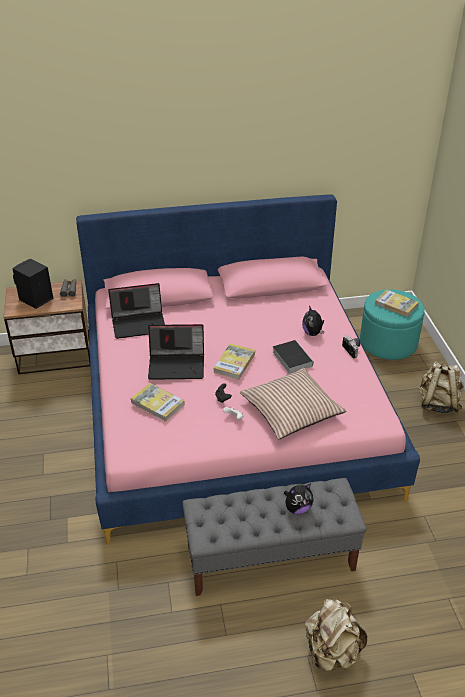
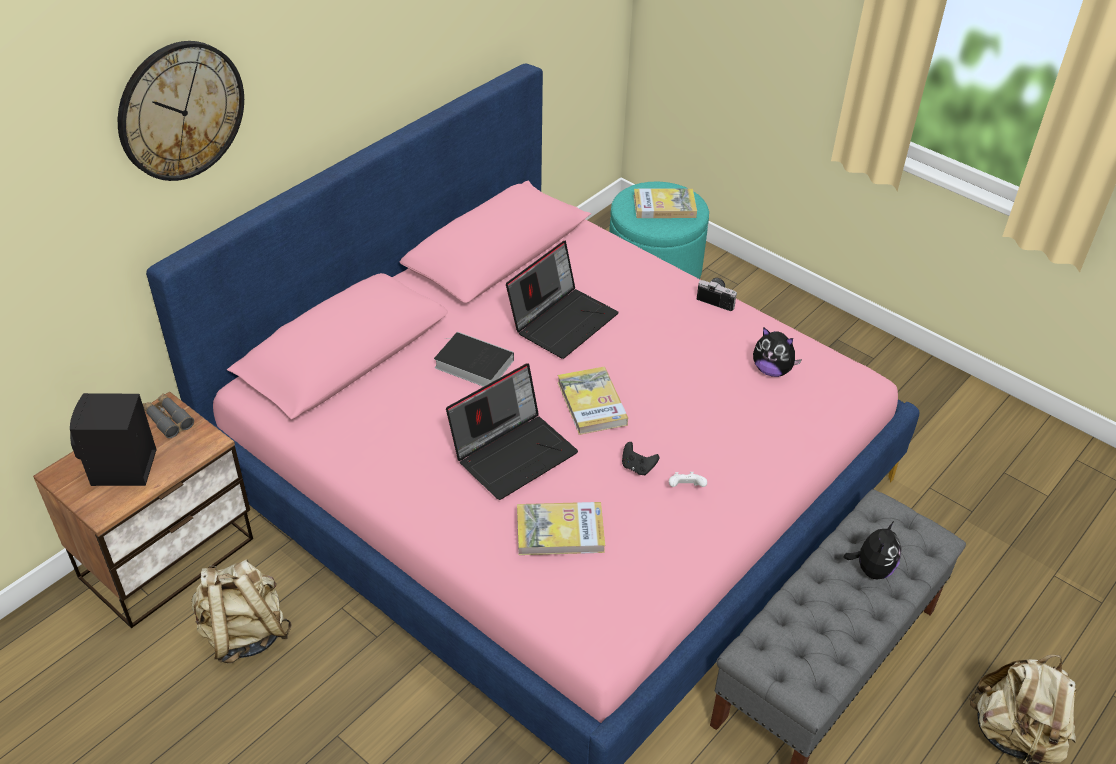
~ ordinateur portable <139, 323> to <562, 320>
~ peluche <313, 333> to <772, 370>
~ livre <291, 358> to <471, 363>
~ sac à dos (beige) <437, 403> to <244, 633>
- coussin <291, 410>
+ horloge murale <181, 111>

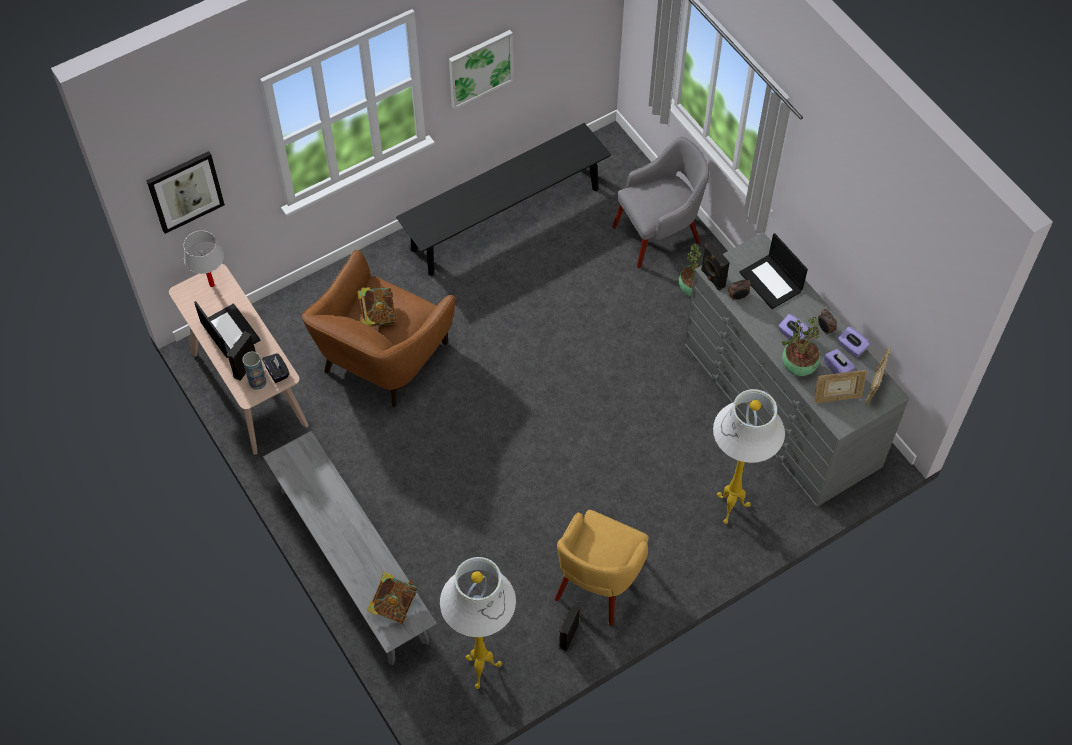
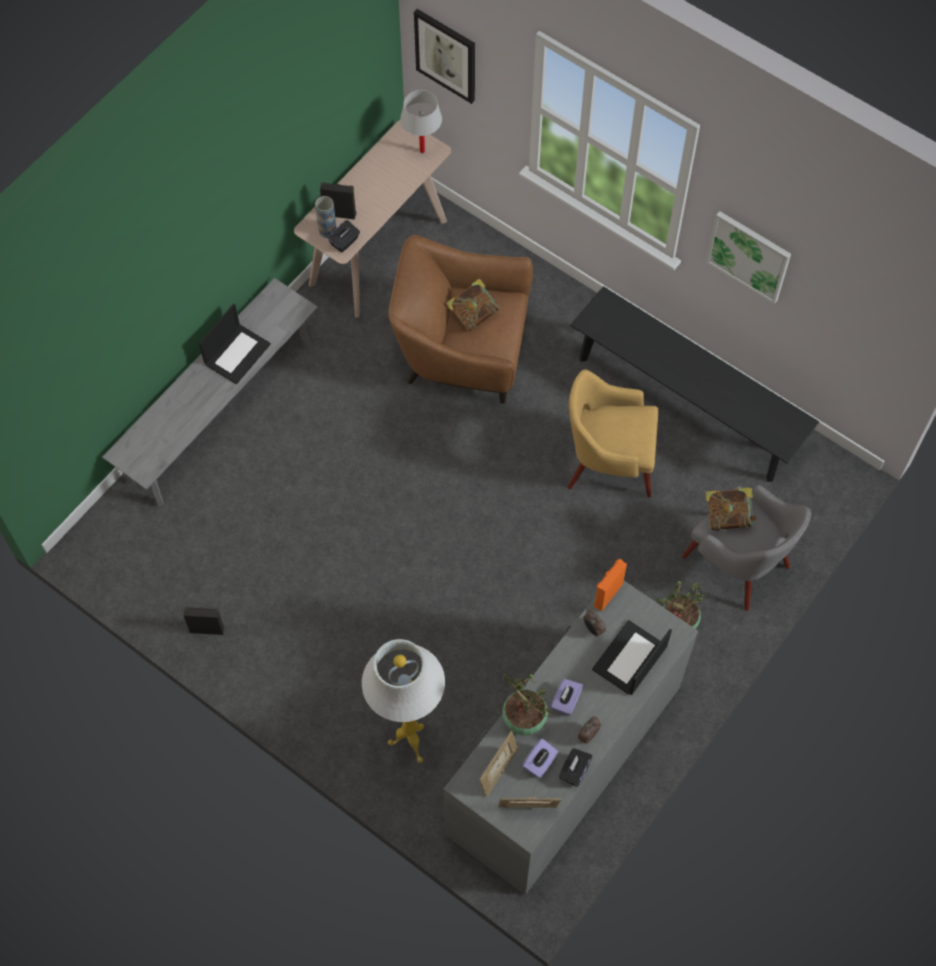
~ enceinte (noir) <712, 278> to enceinte (orange) <607, 594>
~ ordinateur portable <229, 331> to <237, 353>
~ boîte à mouchoirs (violet) <851, 347> to boîte à mouchoirs (noir) <574, 771>
~ cadre photo <836, 398> = <498, 772> 120 degrees counterclockwise
~ fauteuil (jaune) <598, 582> to <608, 463>
- lampadaire (blanc) <482, 668>
~ livre <393, 605> to <728, 516>

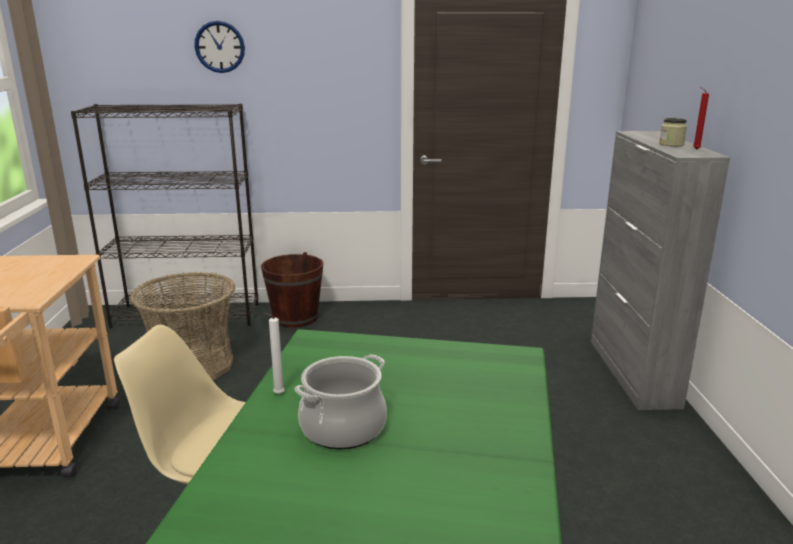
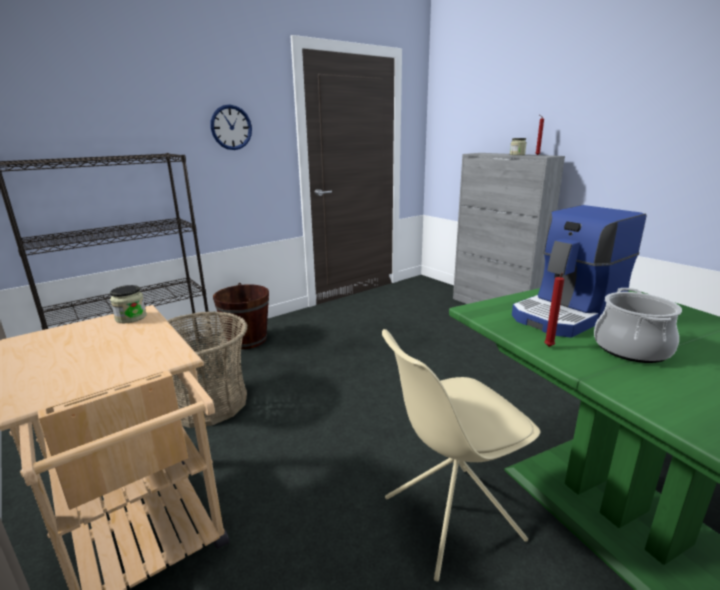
~ horloge murale <219, 47> to <231, 127>
~ bougie (blanc) <277, 394> to bougie (rouge) <548, 347>
+ machine à café <569, 314>
+ bocal <131, 317>

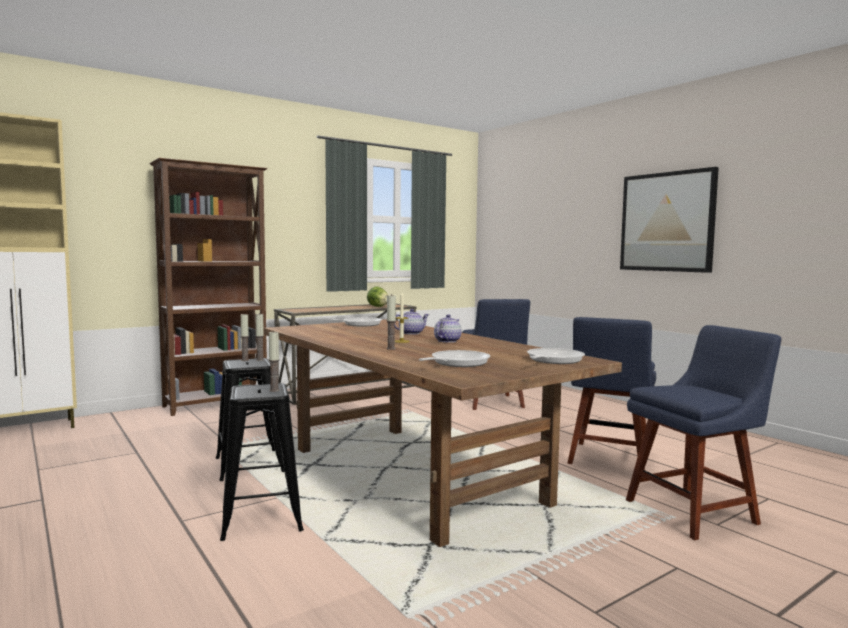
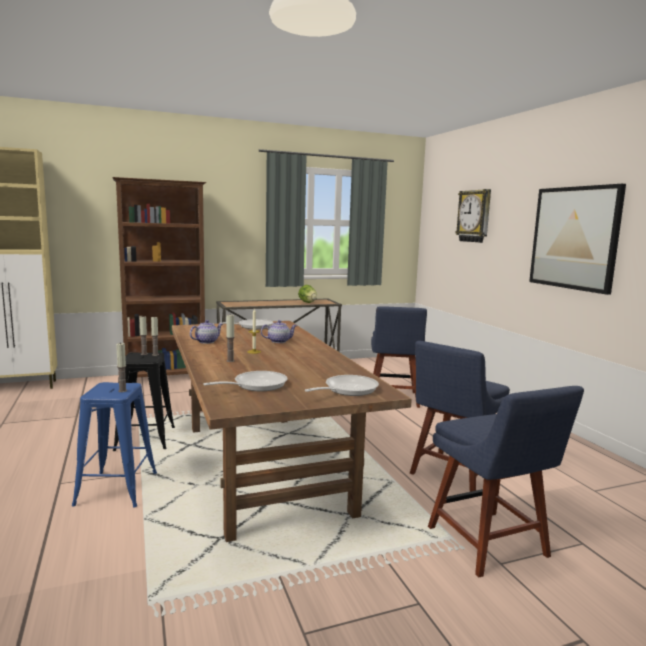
~ théière <447, 341> to <206, 341>
~ chaise (bleu) <695, 511> = <490, 545> 75 degrees clockwise
~ tabouret (noir) <261, 517> to tabouret (bleu) <117, 489>
+ horloge murale <474, 216>

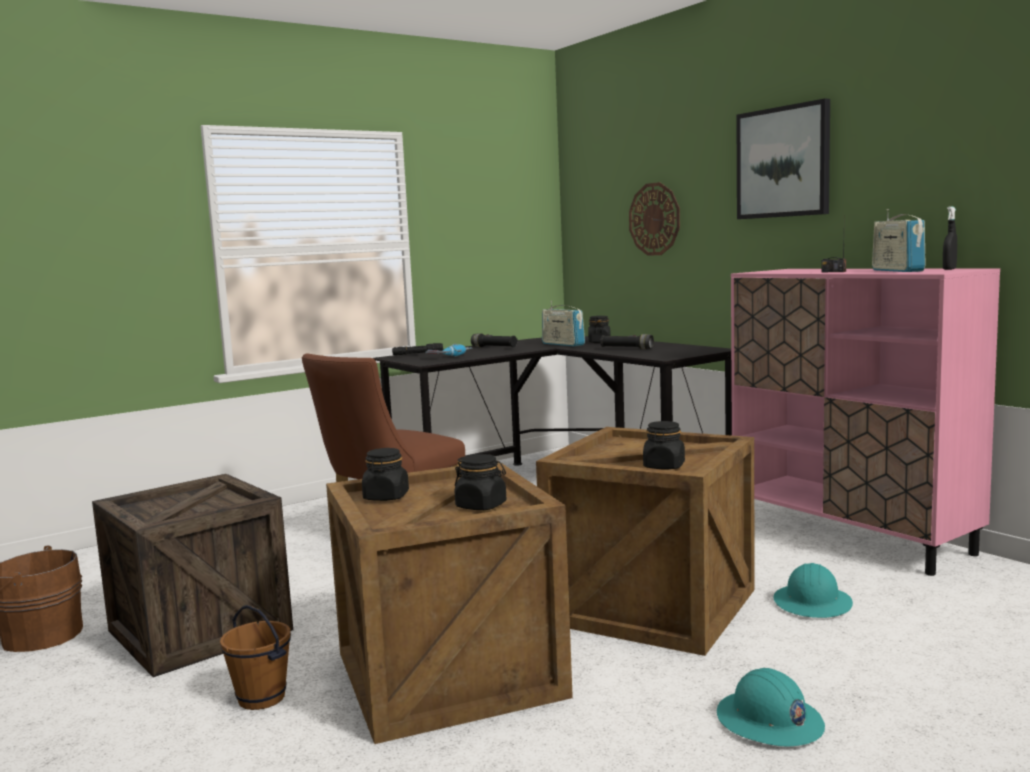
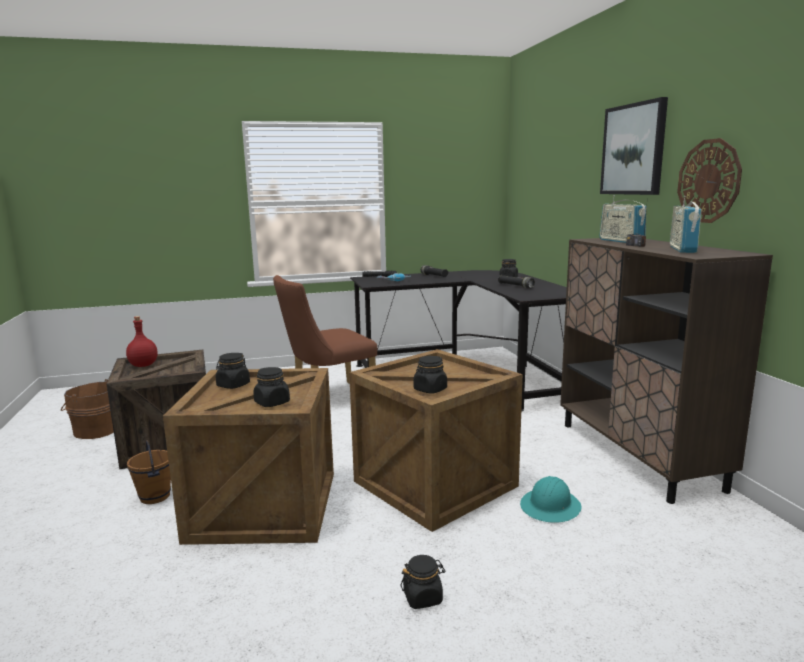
~ horloge murale <654, 219> to <709, 181>
- vaporisateur (noir) <949, 269>
~ meuble de rangement (rose) <851, 536> to meuble de rangement (marron) <637, 455>
~ radio <563, 344> to <621, 241>
~ casque de chantier (turquoise) <769, 722> to bocal (noir) <423, 597>
+ bouteille (rouge) <143, 365>

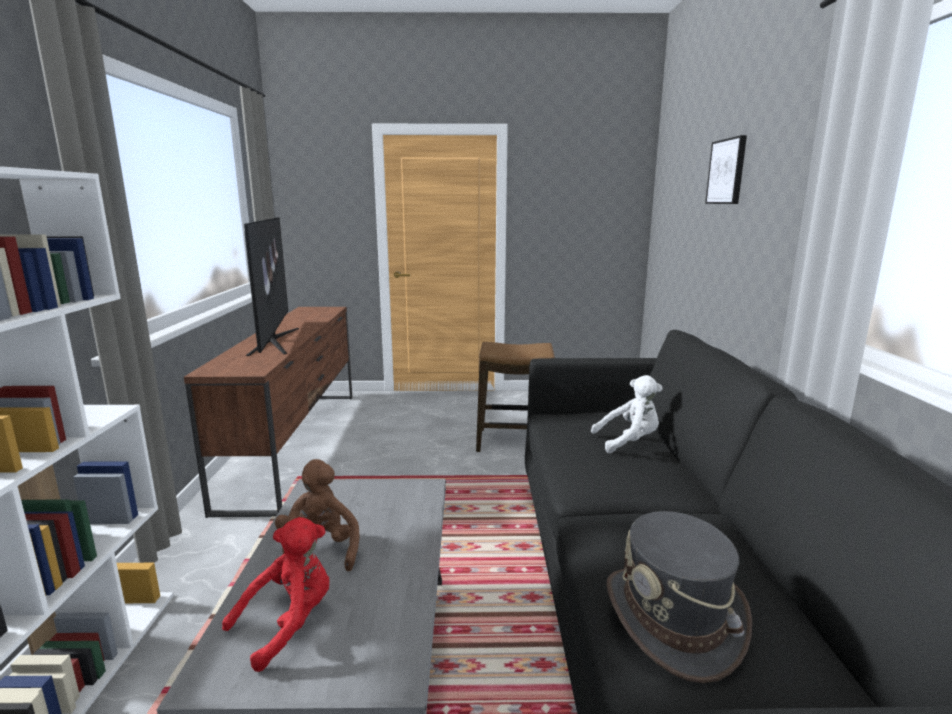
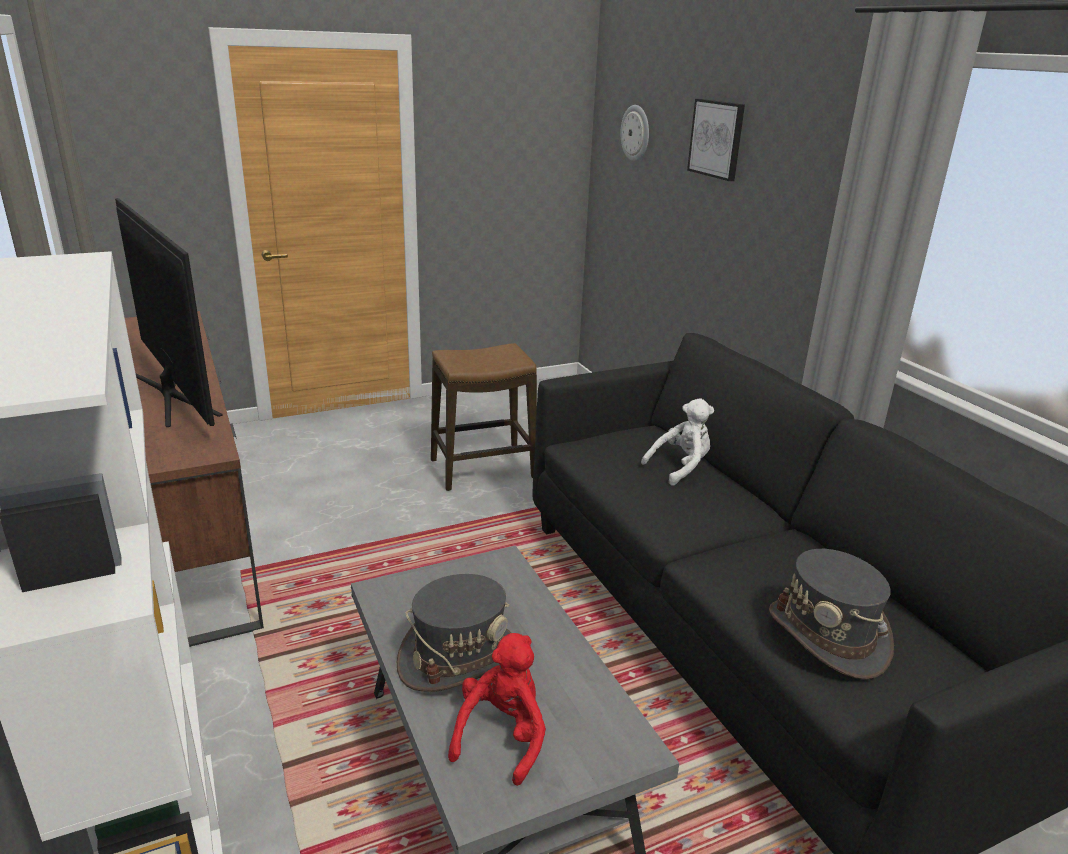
~ peluche (marron) <319, 550> to chapeau (gris) <459, 658>
+ horloge murale <636, 133>

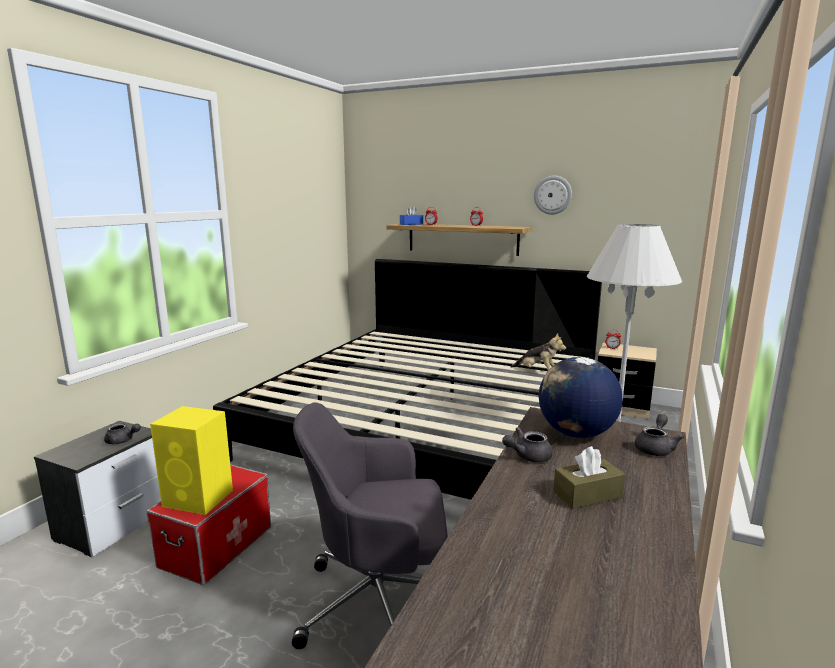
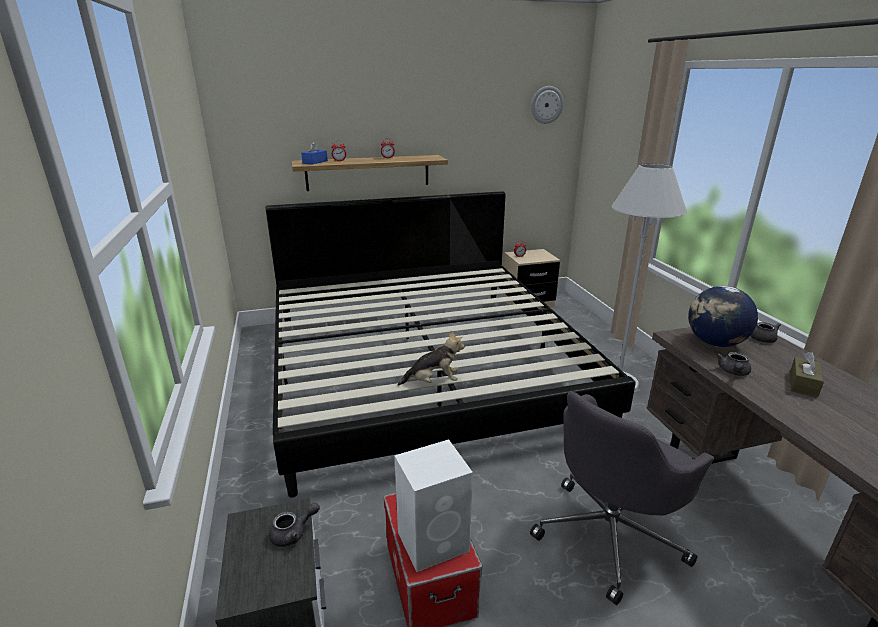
~ horloge murale <552, 195> to <546, 105>
~ peluche <537, 371> to <433, 382>
~ enceinte (jaune) <199, 498> to enceinte (blanc) <435, 541>

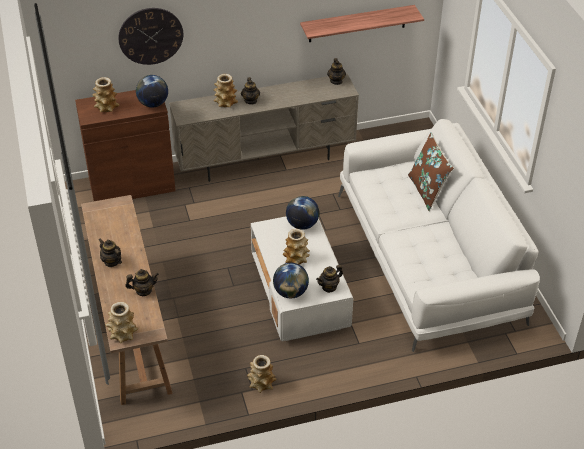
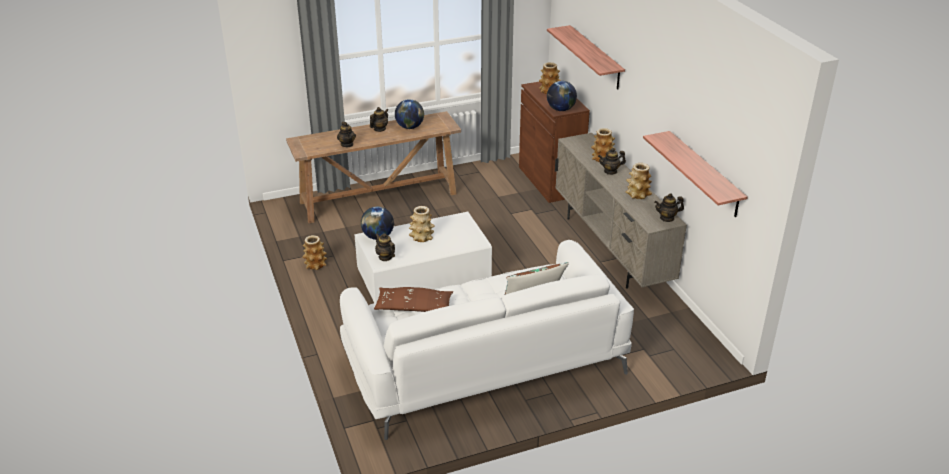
~ horloge murale <151, 36> to étagère <595, 57>
~ globe <302, 224> to <410, 127>
~ vase <123, 334> to <637, 194>
+ coussin (marron) <414, 307>

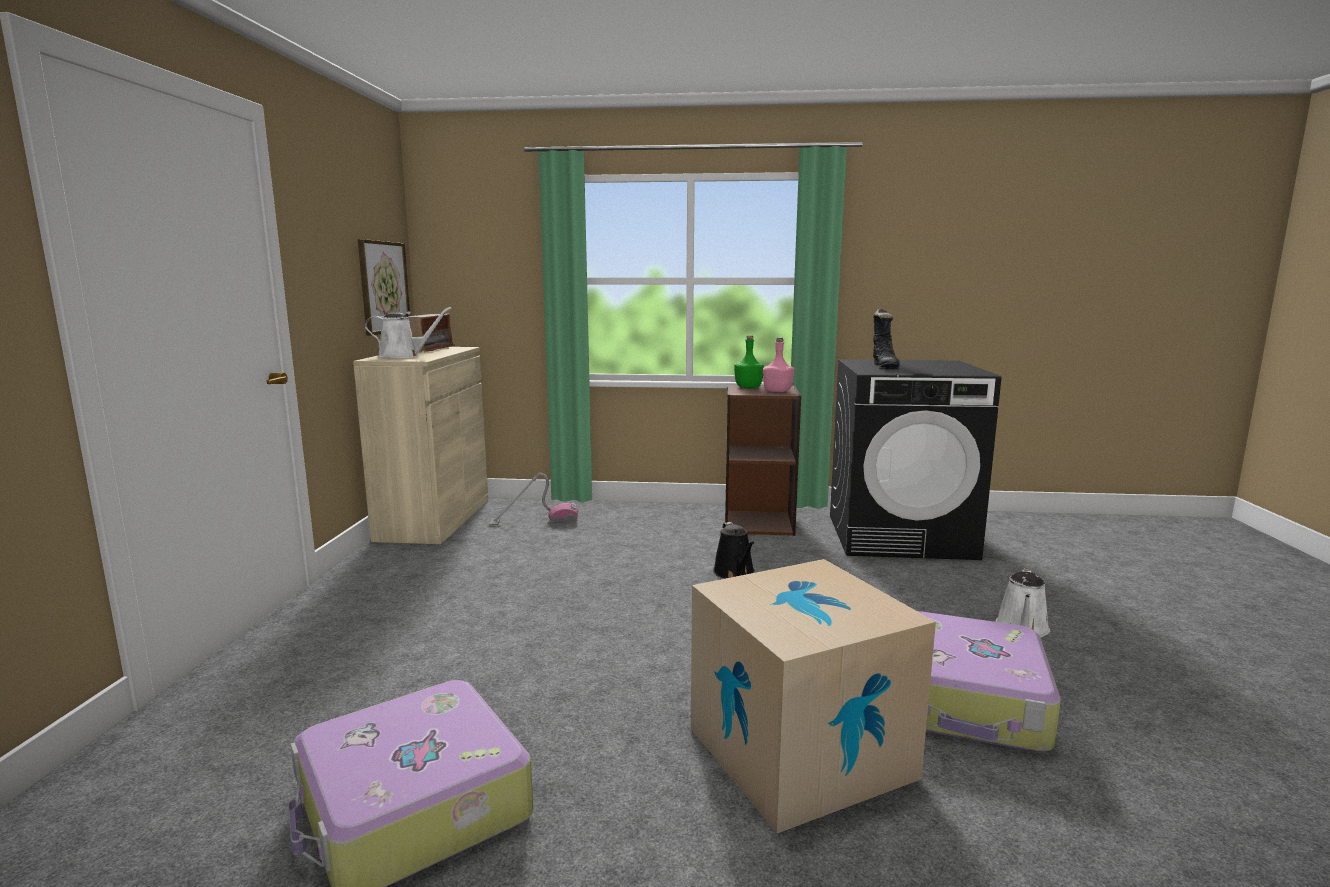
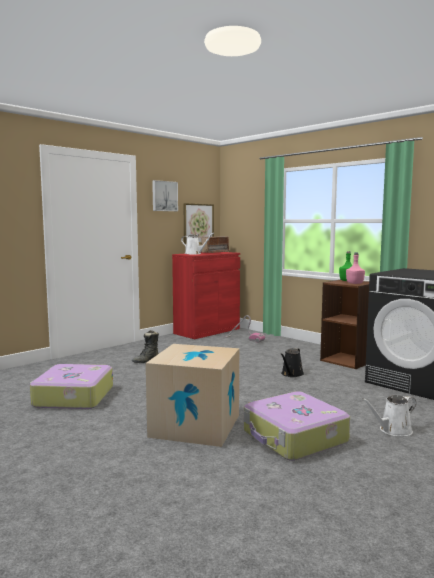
~ botte (noir) <885, 366> to <146, 361>
~ meuble de rangement (beige) <434, 519> to meuble de rangement (rouge) <207, 331>
+ tableau <164, 196>

